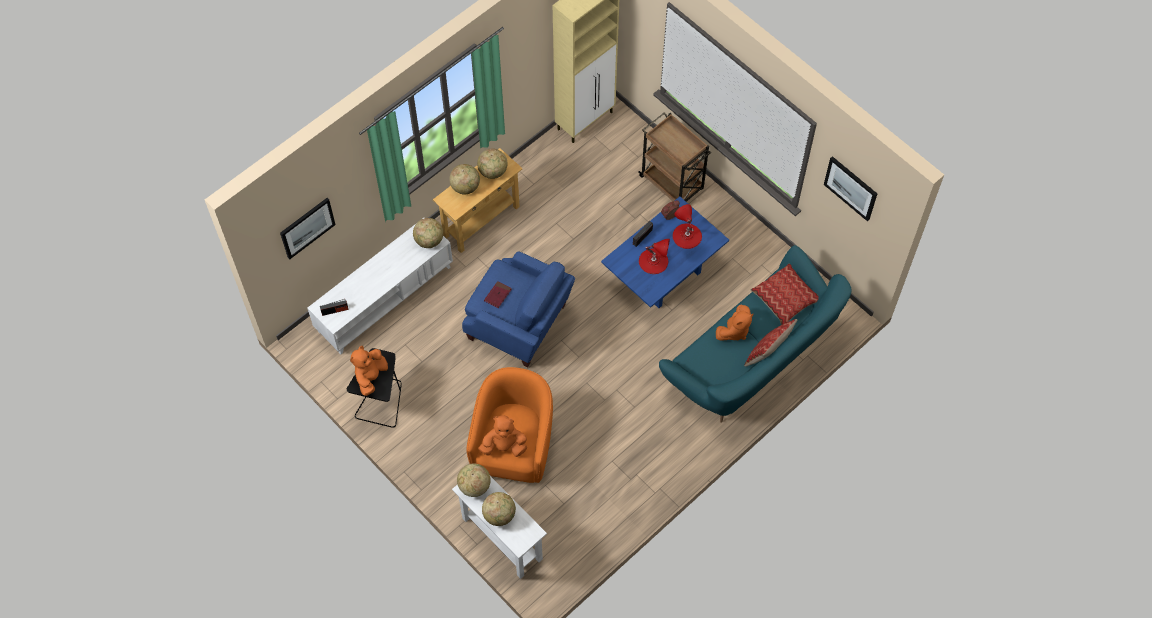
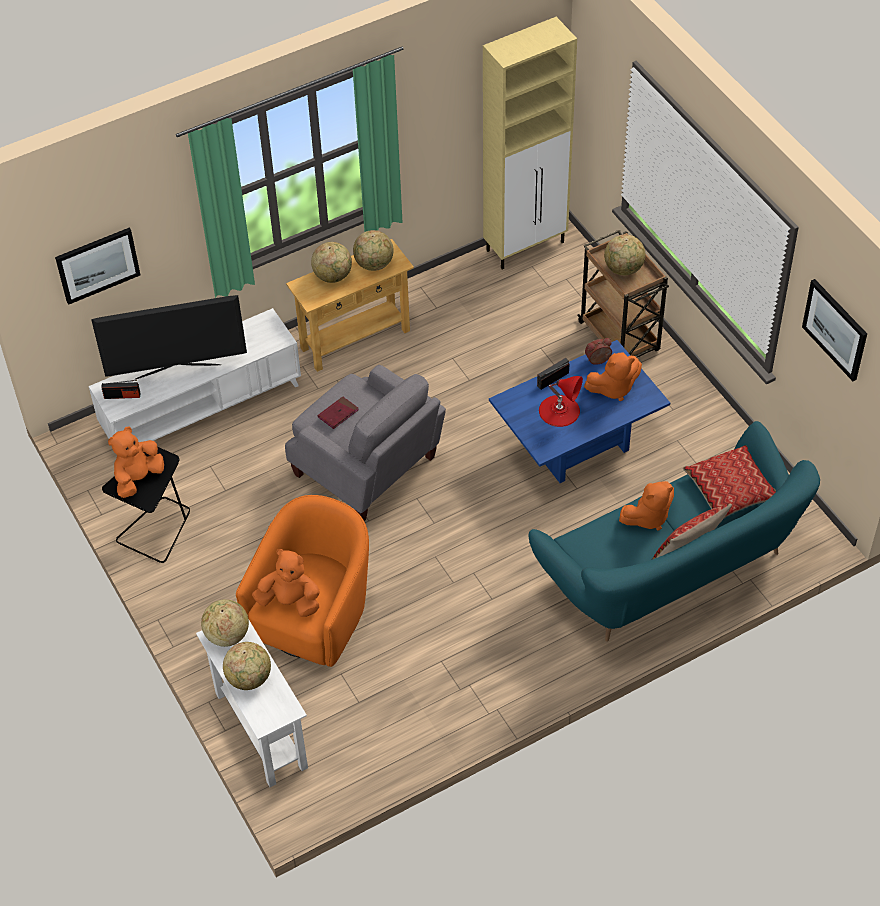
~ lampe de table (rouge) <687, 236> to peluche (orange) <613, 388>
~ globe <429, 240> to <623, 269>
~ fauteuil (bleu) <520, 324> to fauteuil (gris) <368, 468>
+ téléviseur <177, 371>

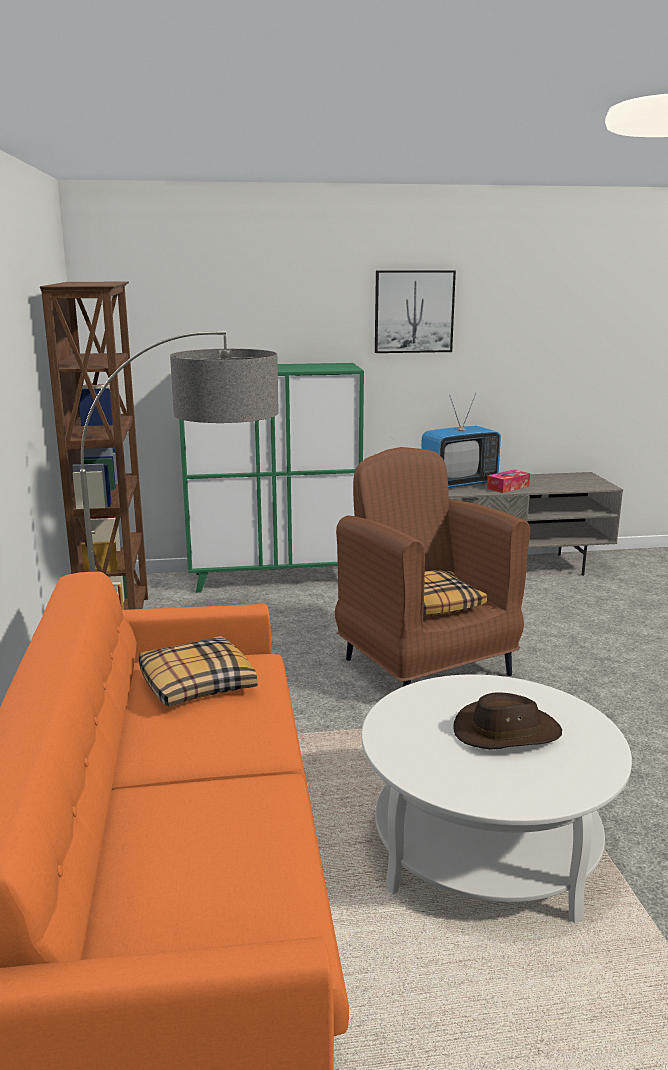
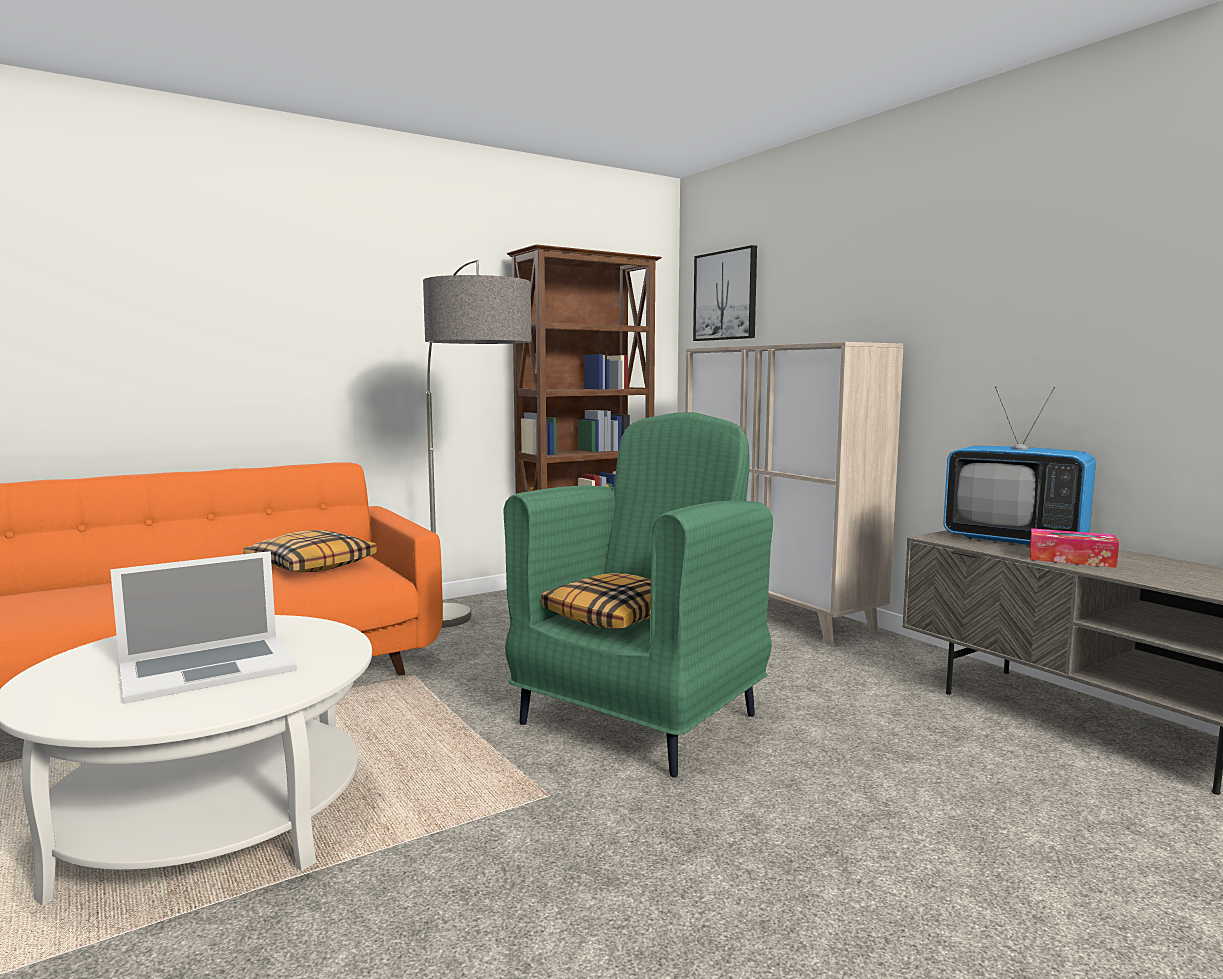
~ tableau <414, 311> to <726, 295>
~ meuble de rangement (vert) <275, 578> to meuble de rangement (beige) <777, 611>
~ fauteuil (marron) <425, 666> to fauteuil (vert) <641, 718>
~ chapeau (marron) <506, 732> to ordinateur portable <207, 668>

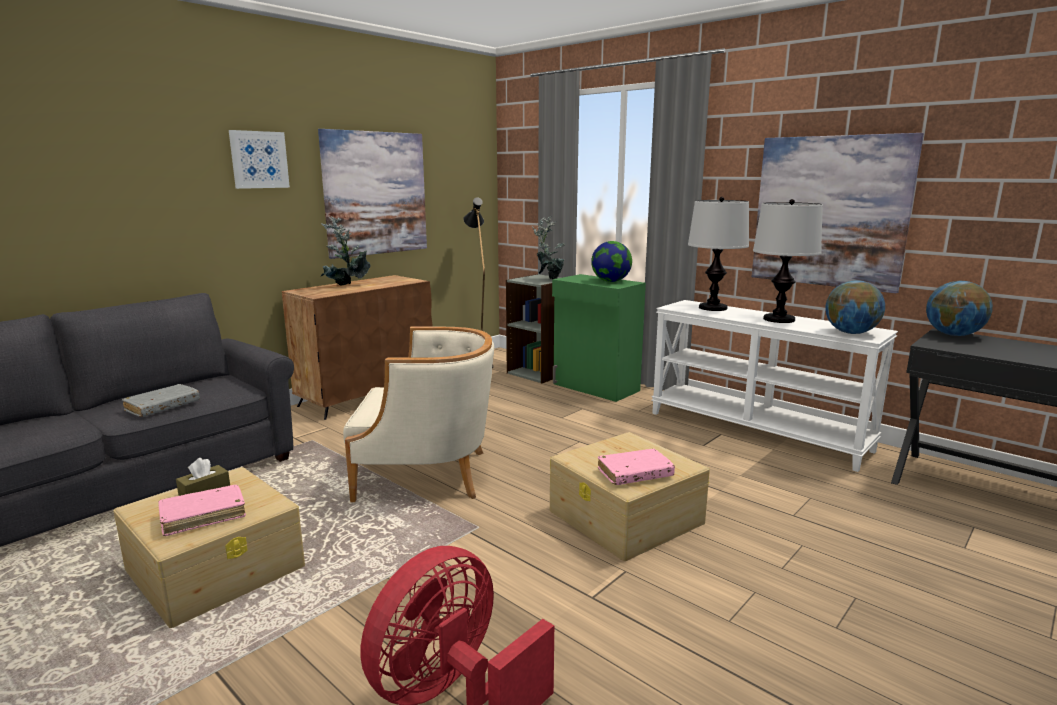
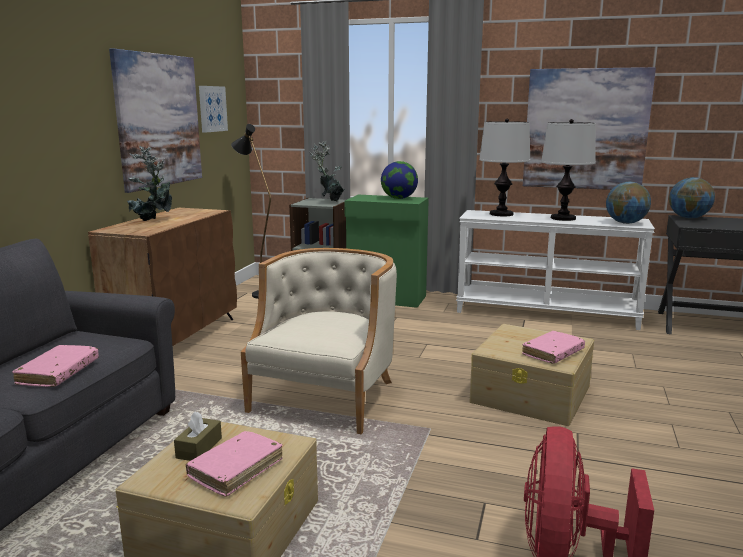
~ tableau <259, 159> to <212, 109>
~ fauteuil (beige) <426, 473> = <328, 396> 45 degrees counterclockwise
~ livre (gris) <163, 407> to livre (rose) <58, 373>

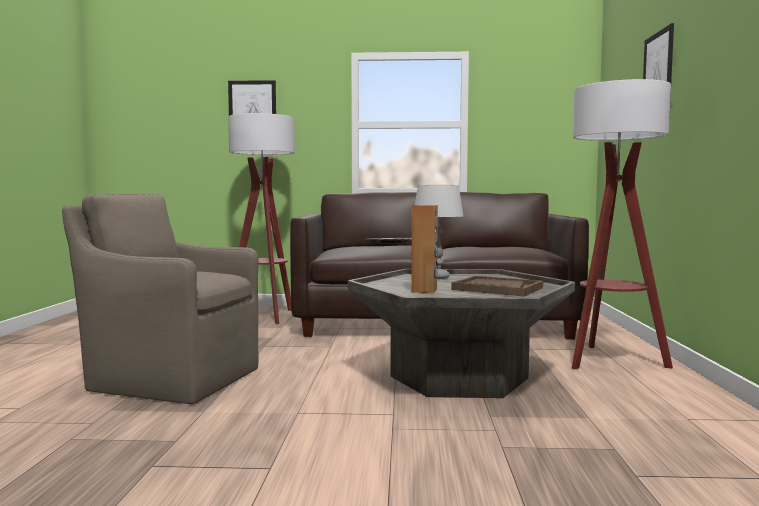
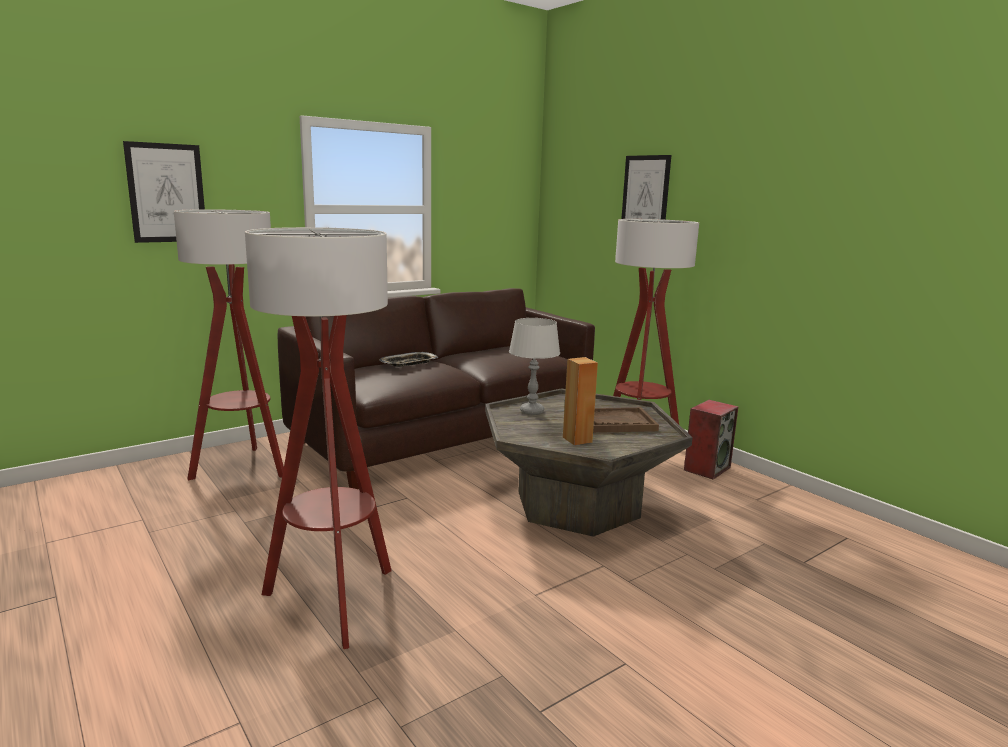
~ fauteuil (marron) <172, 379> to lampadaire <334, 601>
+ enceinte <707, 468>

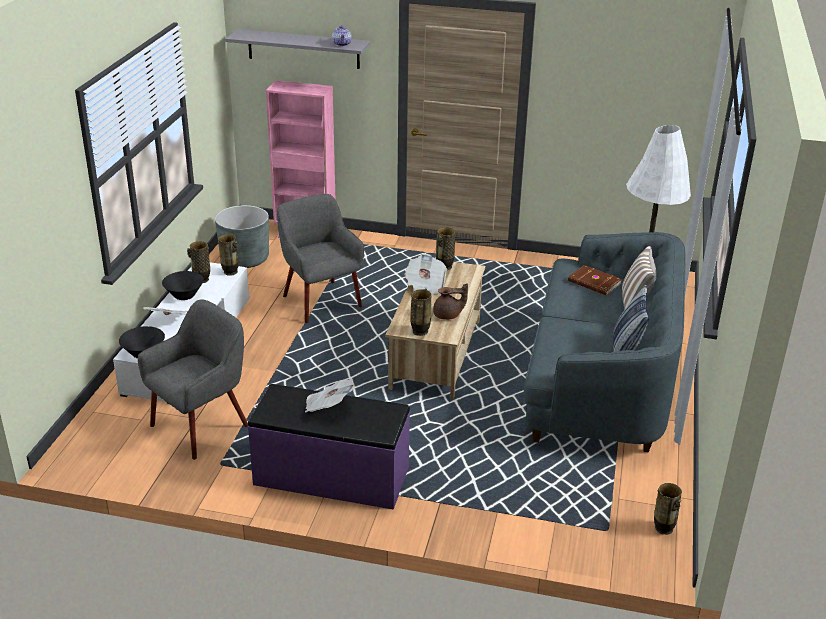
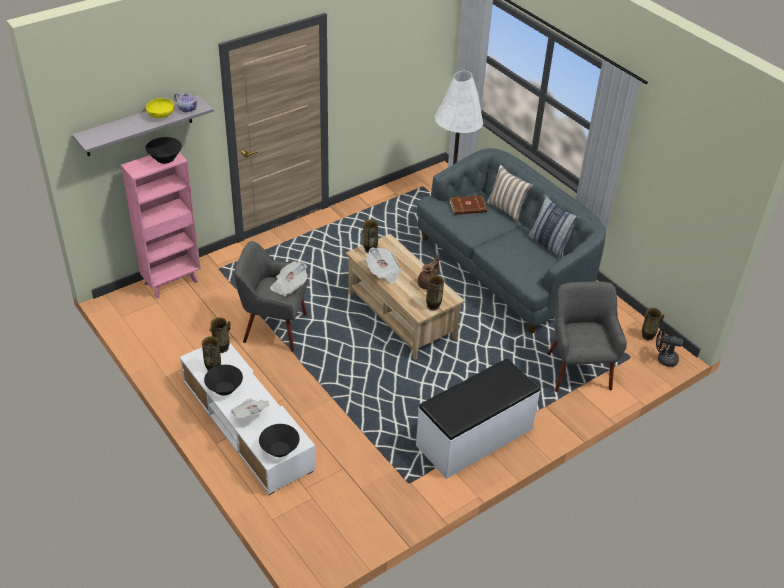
- cache-pot (gris) <245, 259>
~ fauteuil (gris) <201, 426> to <577, 370>
~ journal <328, 406> to <289, 286>
~ banc (violet) <331, 477> to banc (blanc) <475, 438>
+ bol (jaune) <161, 116>
+ bol (noir) <165, 159>
+ ventilateur (noir) <663, 359>

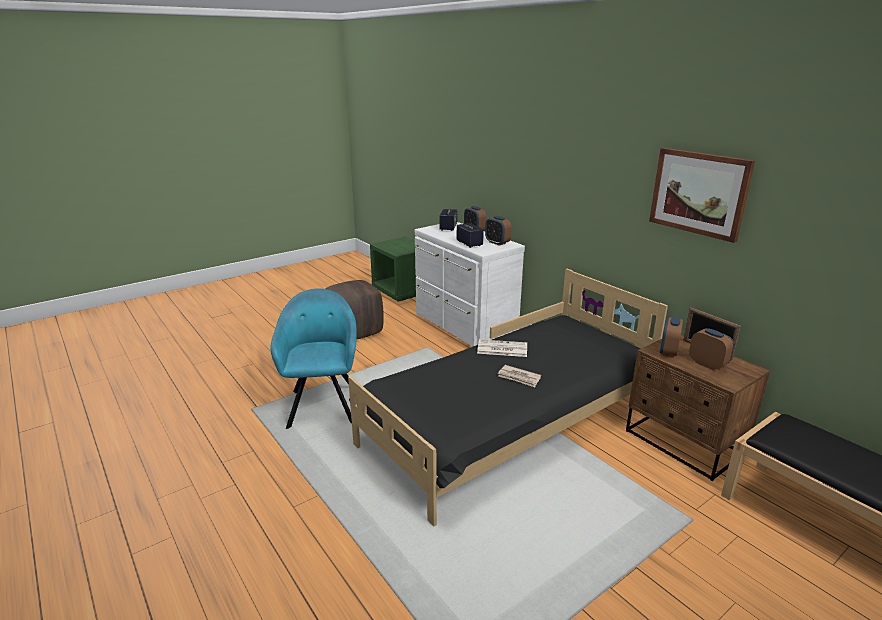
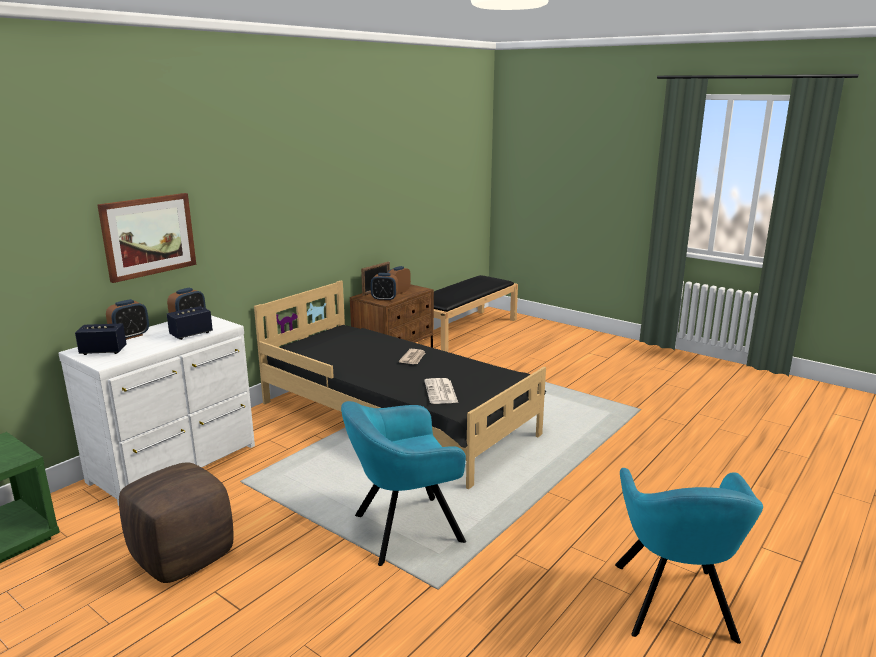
~ tableau <699, 193> to <148, 236>
~ journal <501, 349> to <441, 392>
+ fauteuil (turquoise) <674, 605>

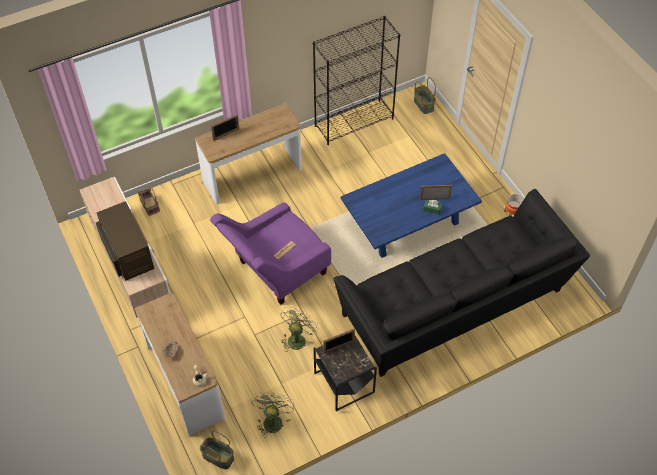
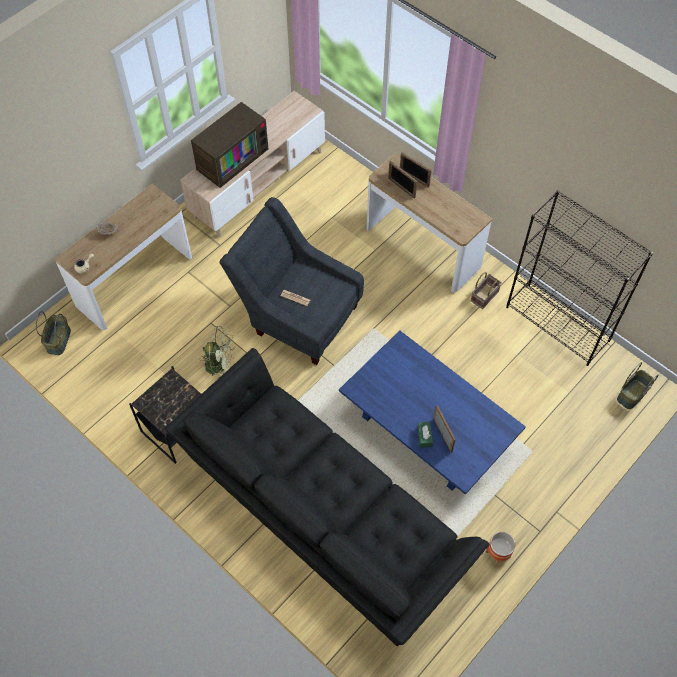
~ panier <149, 206> to <484, 295>
~ fauteuil (violet) <275, 273> to fauteuil (gris) <297, 315>
~ cadre photo <339, 347> to <401, 188>
- ventilateur (vert) <273, 419>

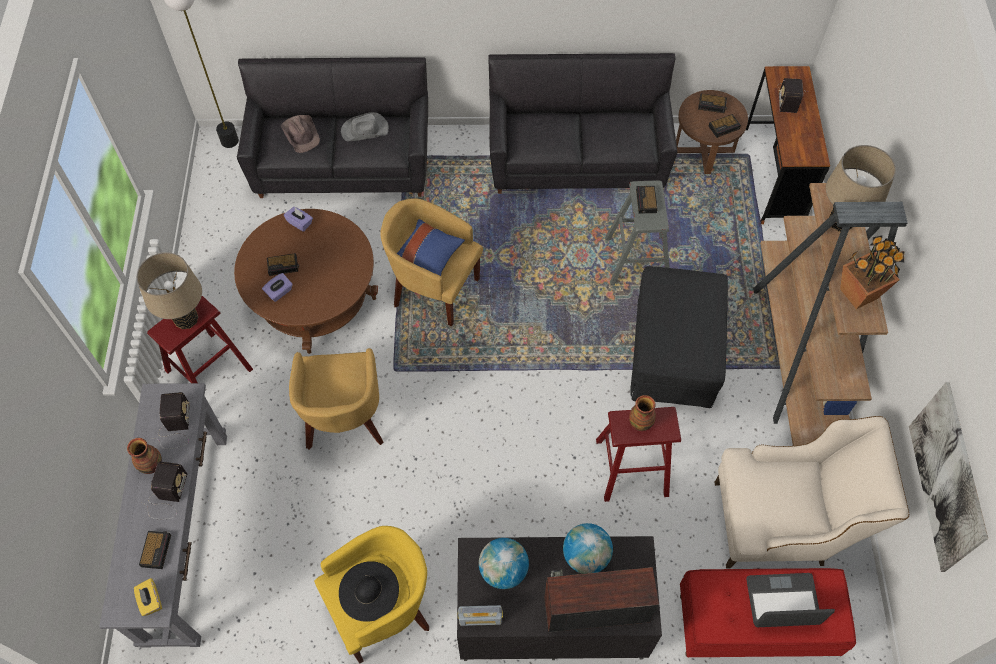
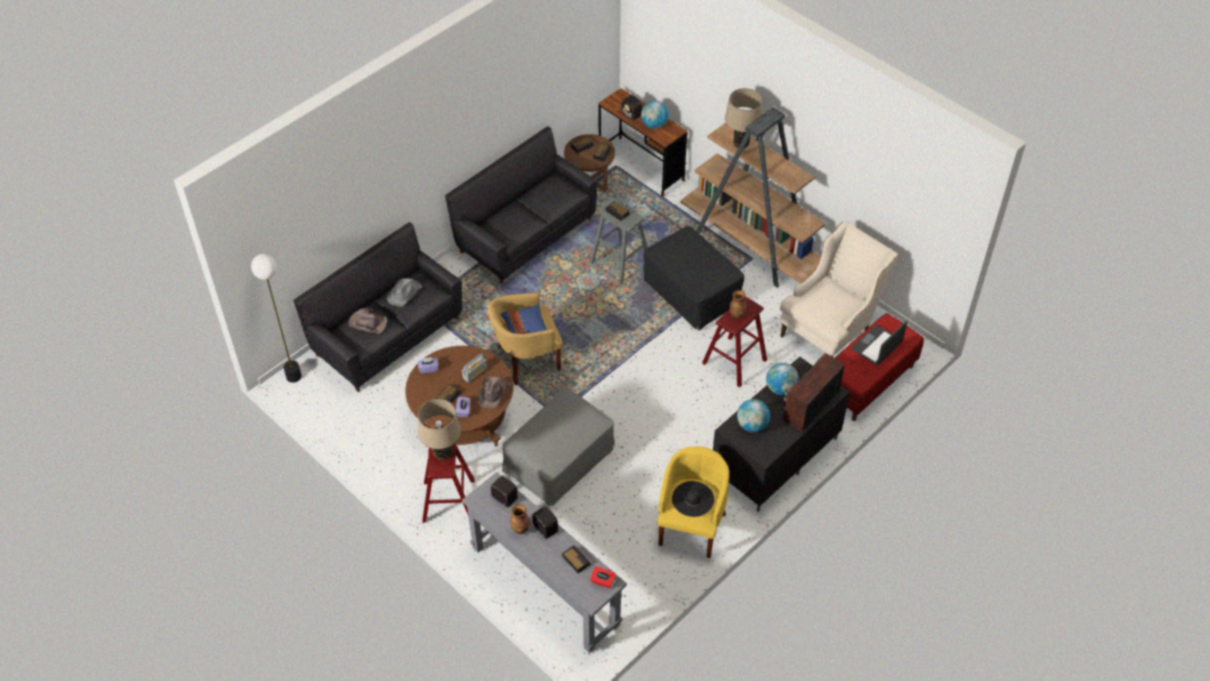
- plante en pot <859, 293>
~ fauteuil (jaune) <344, 420> to pouf (gris) <560, 460>
- tableau <947, 477>
~ boîte à mouchoirs (jaune) <151, 600> to boîte à mouchoirs (rouge) <603, 581>
~ radio <480, 618> to <475, 373>
+ globe <654, 125>
+ chapeau (marron) <493, 393>

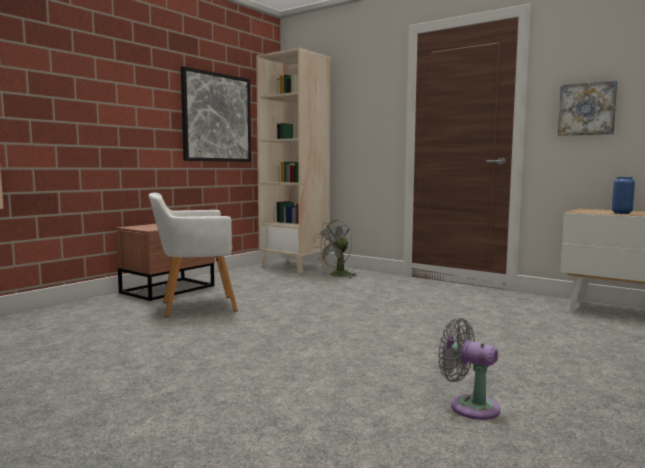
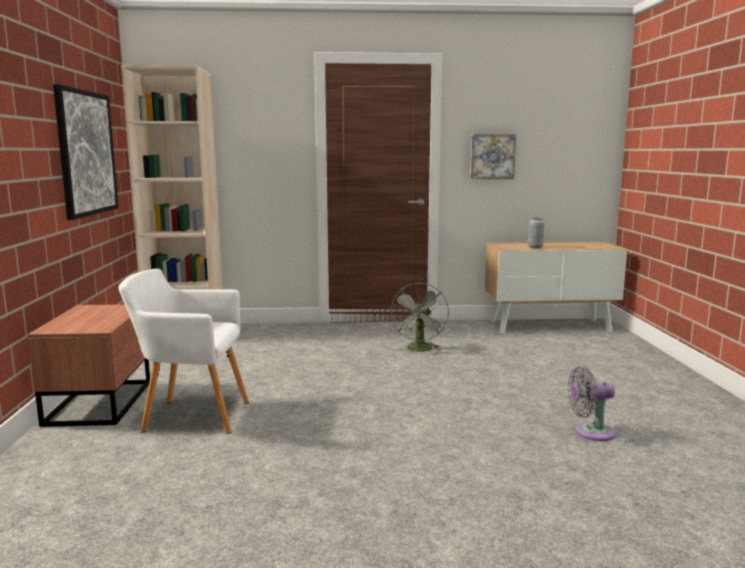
~ vase (bleu) <621, 213> to vase (gris) <535, 247>
~ fauteuil (blanc) <194, 306> = <191, 415> 60 degrees clockwise
~ ventilateur (gris) <337, 275> to <420, 350>

